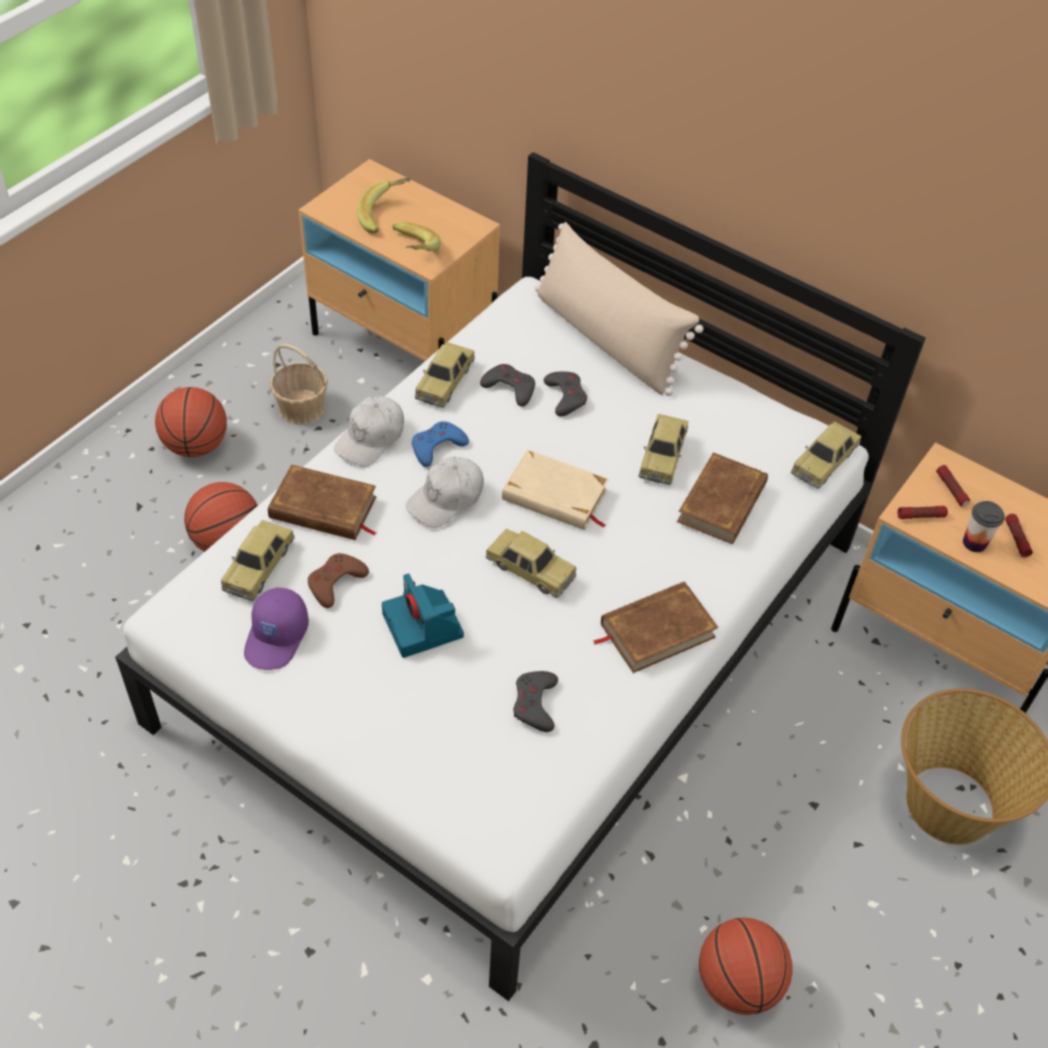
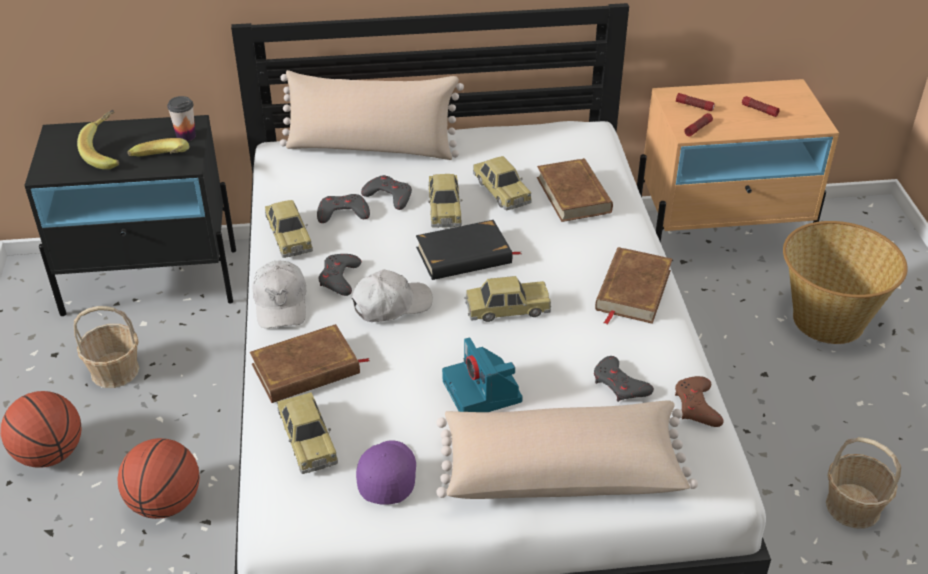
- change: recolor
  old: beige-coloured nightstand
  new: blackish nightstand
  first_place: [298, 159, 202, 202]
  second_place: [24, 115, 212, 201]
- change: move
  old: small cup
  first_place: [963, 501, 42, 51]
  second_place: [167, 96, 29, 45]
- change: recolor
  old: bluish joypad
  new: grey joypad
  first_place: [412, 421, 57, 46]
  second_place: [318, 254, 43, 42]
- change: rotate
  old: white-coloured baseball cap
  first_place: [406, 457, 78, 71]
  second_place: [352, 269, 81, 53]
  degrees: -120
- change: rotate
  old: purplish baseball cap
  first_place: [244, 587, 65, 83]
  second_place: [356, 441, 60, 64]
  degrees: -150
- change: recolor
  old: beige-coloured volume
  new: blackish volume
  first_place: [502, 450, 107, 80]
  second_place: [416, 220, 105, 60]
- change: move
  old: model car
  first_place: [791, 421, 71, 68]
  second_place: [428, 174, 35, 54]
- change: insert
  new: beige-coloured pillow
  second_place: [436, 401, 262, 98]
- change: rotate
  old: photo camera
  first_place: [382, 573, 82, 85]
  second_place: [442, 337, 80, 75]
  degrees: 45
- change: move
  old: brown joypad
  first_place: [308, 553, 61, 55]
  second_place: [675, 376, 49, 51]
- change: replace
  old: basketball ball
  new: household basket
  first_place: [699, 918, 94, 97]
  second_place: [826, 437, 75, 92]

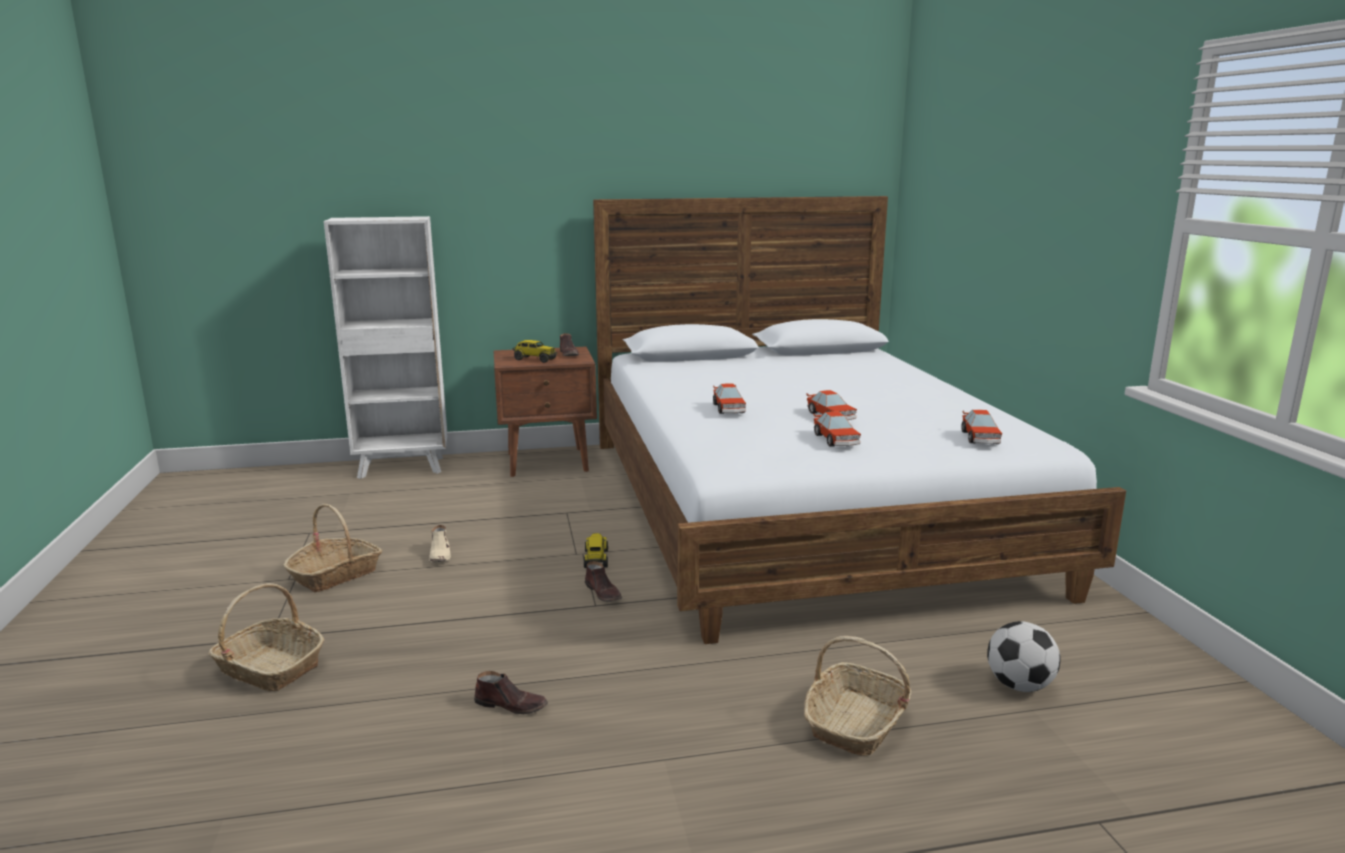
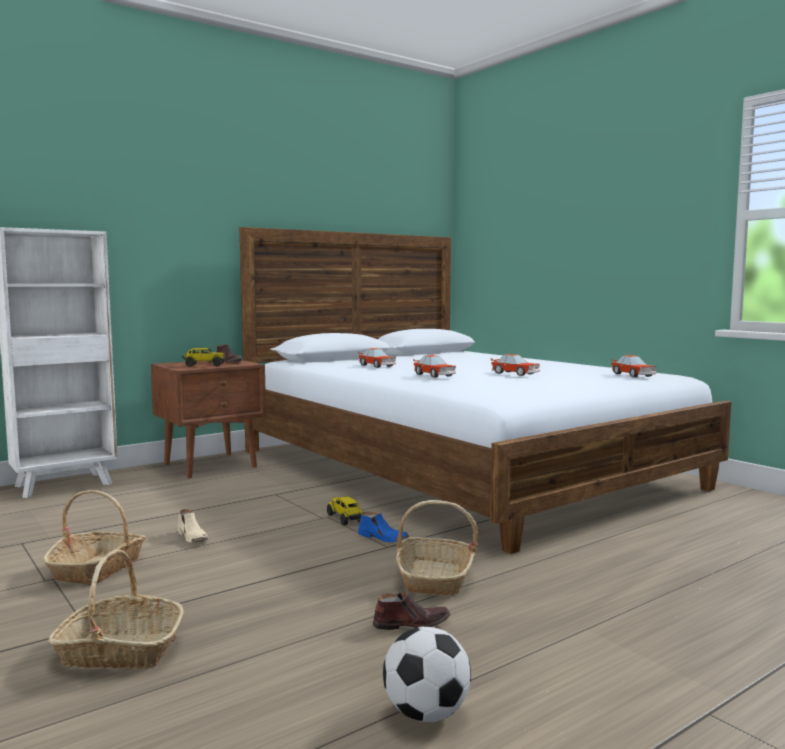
- change: move
  old: model car
  first_place: [813, 411, 48, 36]
  second_place: [358, 348, 38, 20]
- change: recolor
  old: brown low shoe
  new: bluish low shoe
  first_place: [585, 561, 37, 41]
  second_place: [358, 512, 51, 30]
- change: move
  old: ball for football
  first_place: [987, 621, 73, 71]
  second_place: [383, 627, 88, 95]
- change: move
  old: household basket
  first_place: [804, 636, 107, 120]
  second_place: [396, 500, 82, 95]

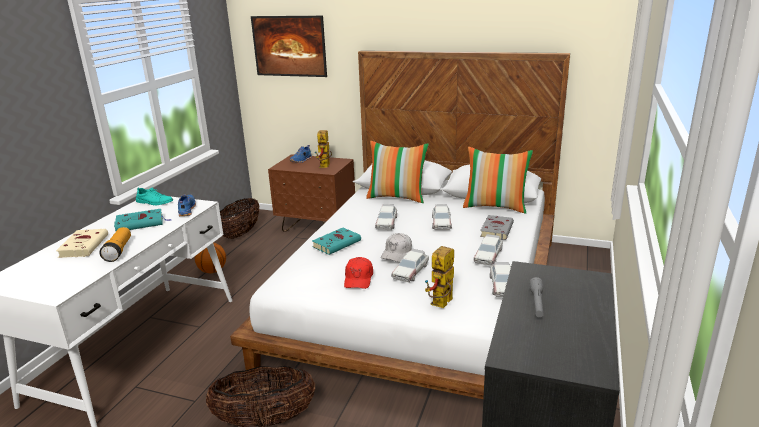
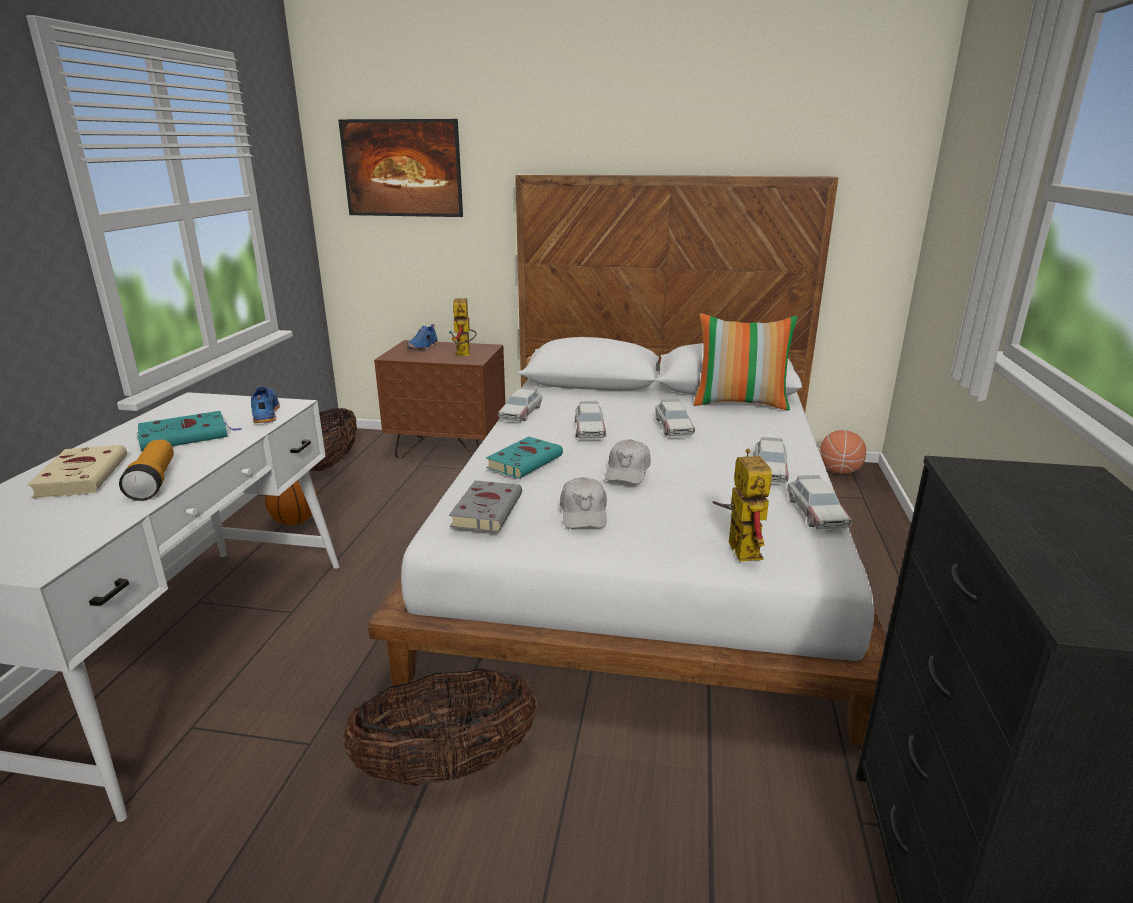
- change: move
  old: grey volume
  first_place: [480, 215, 34, 25]
  second_place: [449, 480, 73, 52]
- change: move
  old: model car
  first_place: [391, 249, 38, 34]
  second_place: [498, 387, 44, 35]
- change: recolor
  old: red-coloured baseball cap
  new: white-coloured baseball cap
  first_place: [344, 257, 29, 32]
  second_place: [560, 477, 47, 51]
- change: rotate
  old: toy robot
  first_place: [425, 246, 29, 62]
  second_place: [713, 449, 59, 112]
  degrees: 150
- change: insert
  new: basketball ball
  second_place: [820, 430, 46, 44]
- change: delete
  old: turquoise-coloured low shoe
  first_place: [136, 187, 37, 18]
- change: delete
  old: pillow
  first_place: [366, 141, 63, 62]
- change: delete
  old: grey torch
  first_place: [529, 277, 15, 40]

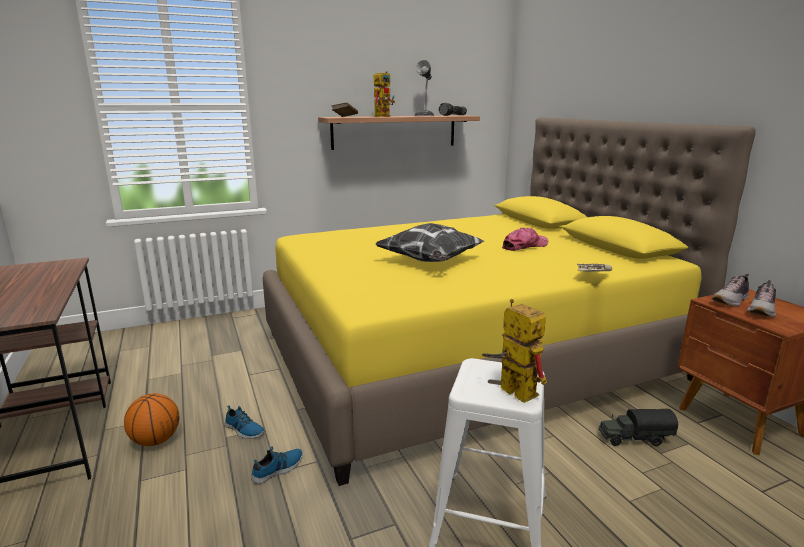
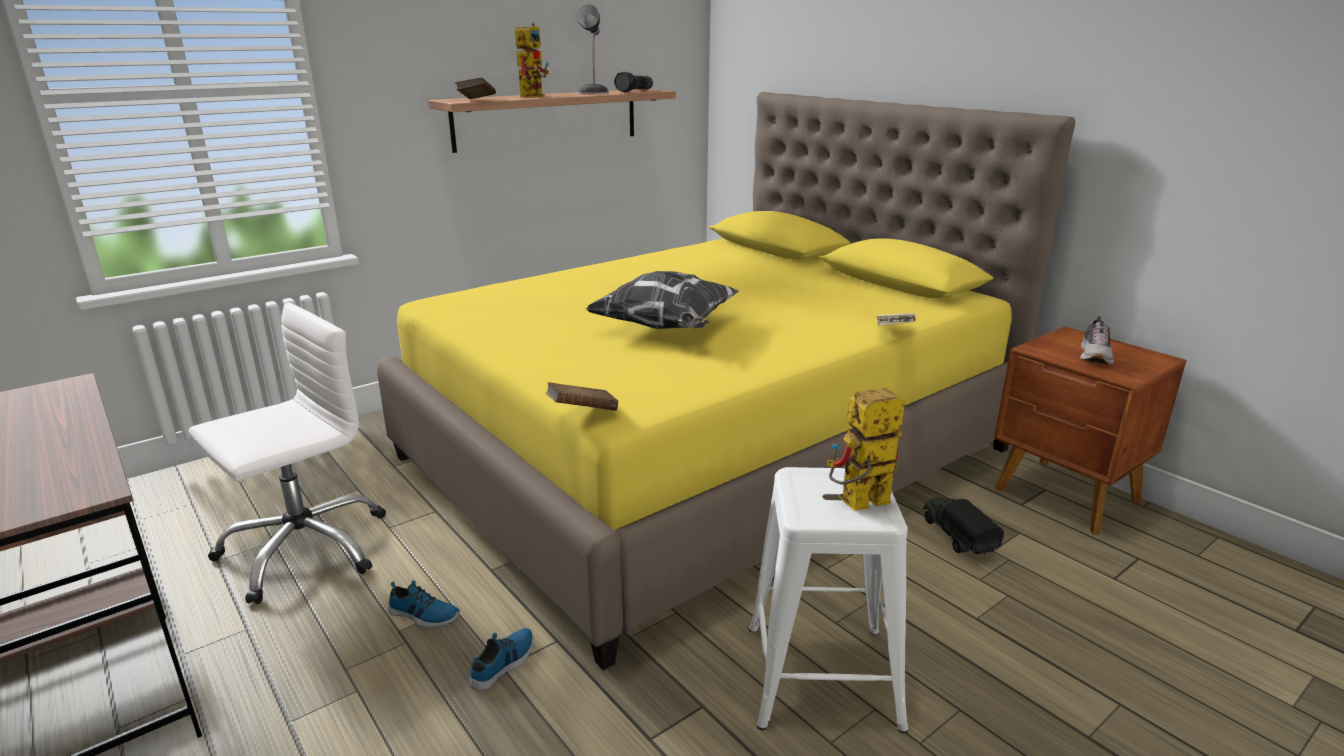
- change: insert
  new: white-coloured office chair
  second_place: [188, 302, 198, 302]
- change: insert
  new: brown volume
  second_place: [546, 382, 72, 29]
- change: rotate
  old: toy robot
  first_place: [482, 299, 65, 104]
  second_place: [827, 387, 78, 124]
  degrees: -60
- change: rotate
  old: toy lorry
  first_place: [599, 409, 79, 37]
  second_place: [923, 497, 81, 58]
  degrees: 90
- change: delete
  old: basketball ball
  first_place: [124, 393, 56, 53]
- change: delete
  old: baseball cap
  first_place: [502, 228, 46, 23]
- change: delete
  old: low shoe
  first_place: [712, 274, 37, 33]

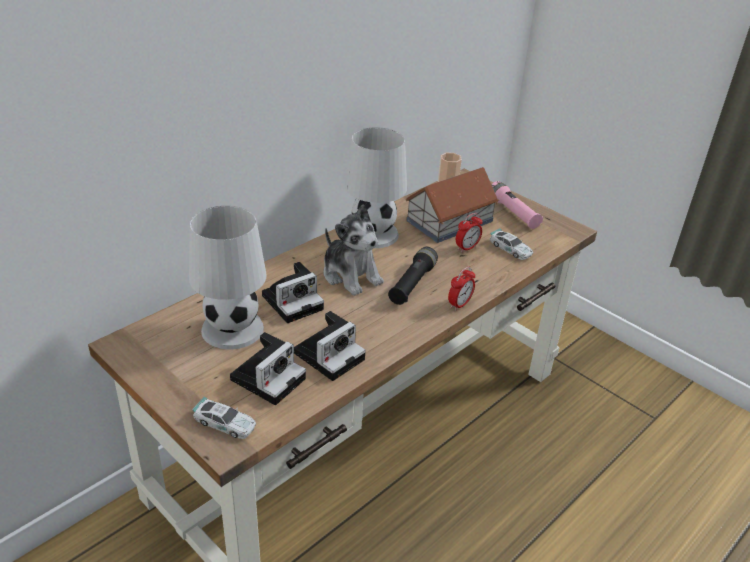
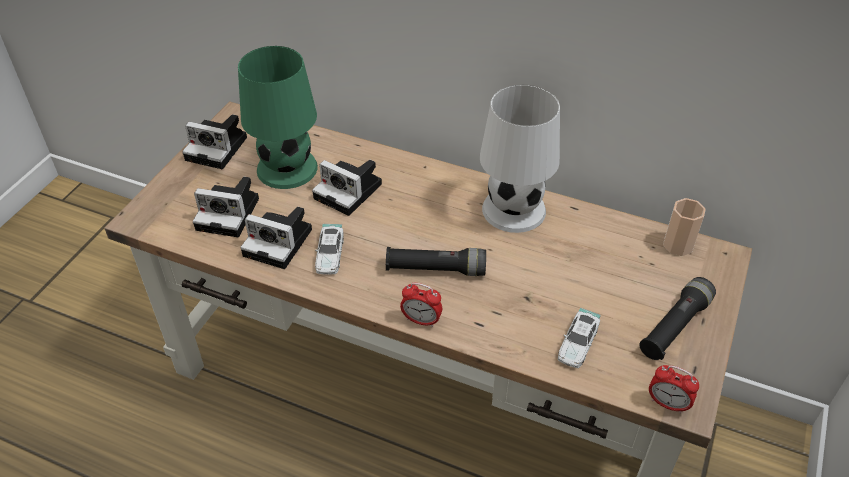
- change: insert
  new: photo camera
  second_place: [182, 114, 65, 55]
- change: recolor
  old: white-coloured lamp for a table
  new: green lamp for a table
  first_place: [189, 206, 78, 143]
  second_place: [238, 46, 80, 143]
- change: move
  old: model car
  first_place: [192, 397, 64, 42]
  second_place: [315, 224, 29, 51]
- change: recolor
  old: pink torch
  new: blackish torch
  first_place: [491, 181, 52, 48]
  second_place: [639, 277, 77, 83]
- change: move
  old: bedside clock
  first_place: [456, 213, 27, 39]
  second_place: [649, 365, 50, 48]
- change: delete
  old: cuddly toy
  first_place: [324, 205, 60, 91]
- change: delete
  old: toy house
  first_place: [405, 167, 94, 76]

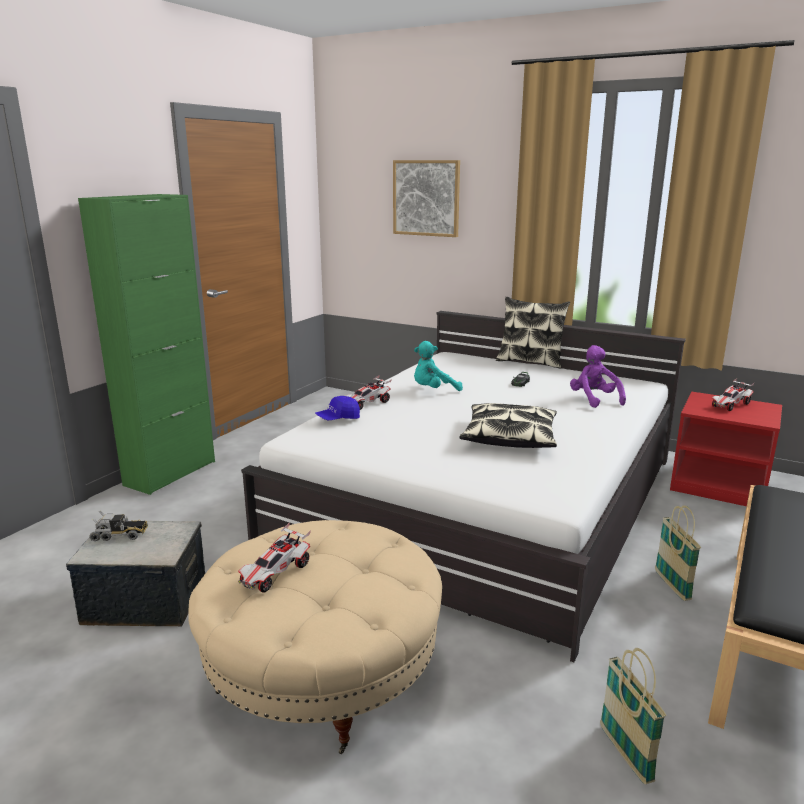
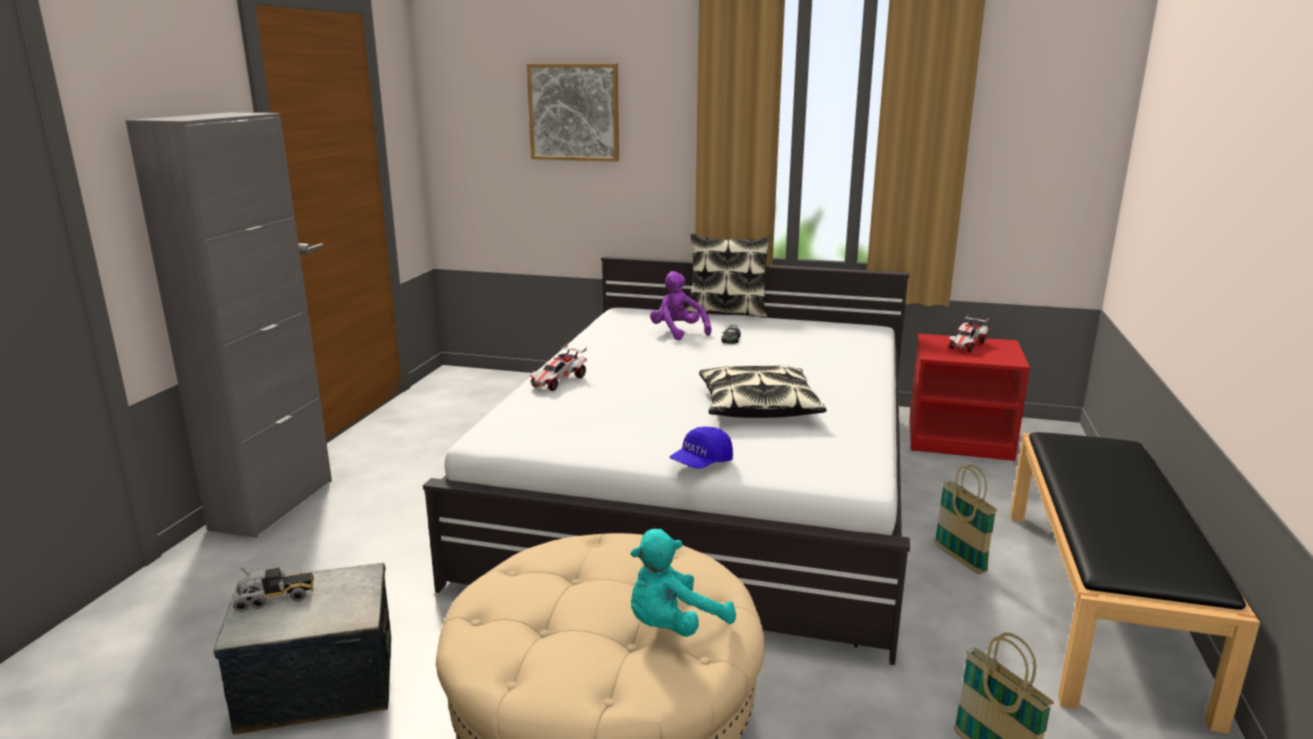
- change: recolor
  old: green cabinet
  new: grey cabinet
  first_place: [78, 194, 137, 301]
  second_place: [125, 112, 207, 426]
- change: move
  old: turquoise-coloured cuddly toy
  first_place: [414, 341, 49, 50]
  second_place: [630, 529, 106, 108]
- change: move
  old: purplish cuddly toy
  first_place: [570, 345, 56, 63]
  second_place: [650, 271, 61, 69]
- change: move
  old: bluish baseball cap
  first_place: [315, 396, 45, 24]
  second_place: [669, 427, 64, 42]
- change: delete
  old: model car
  first_place: [238, 523, 73, 69]

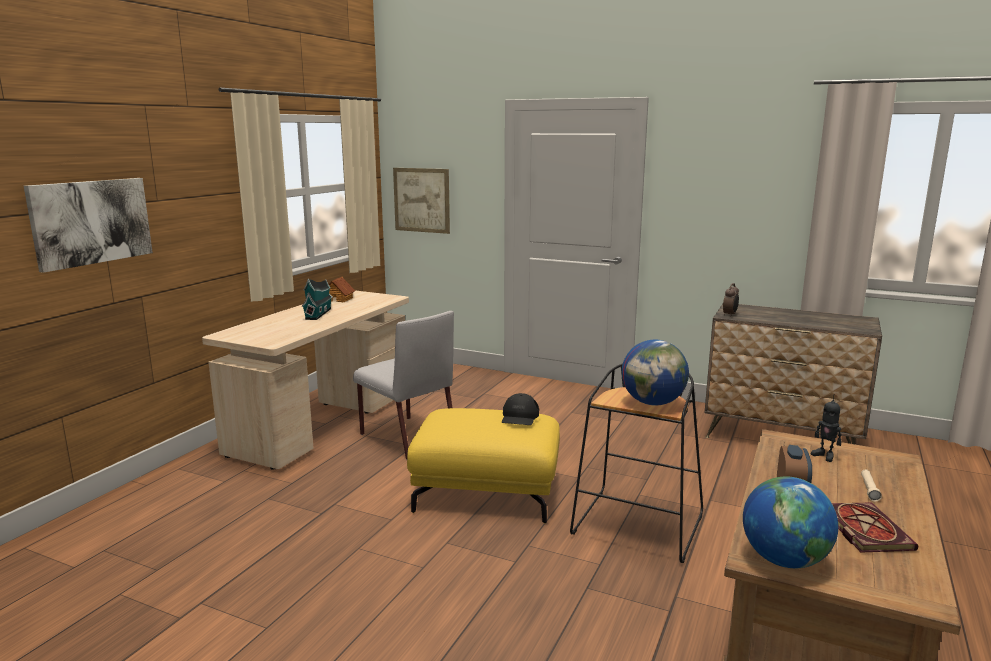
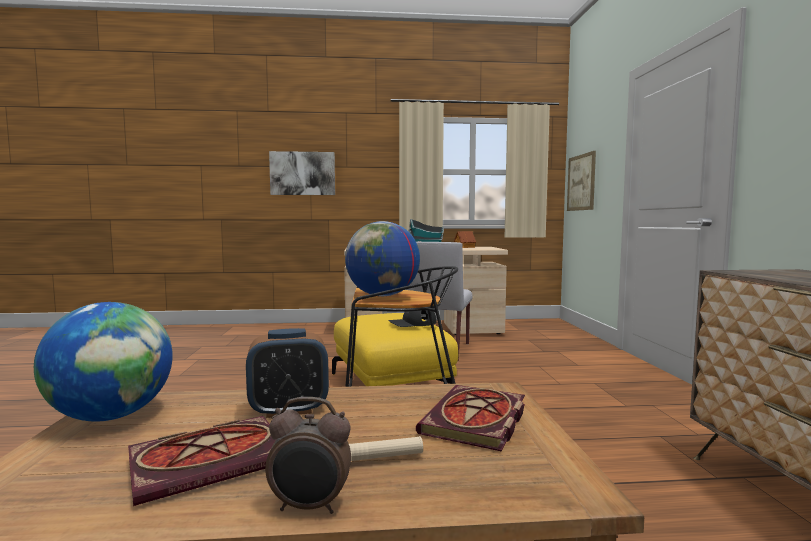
- change: move
  old: bedside clock
  first_place: [723, 283, 16, 34]
  second_place: [265, 397, 86, 117]
- change: replace
  old: toy robot
  new: volume
  first_place: [811, 394, 31, 68]
  second_place: [416, 385, 109, 67]

